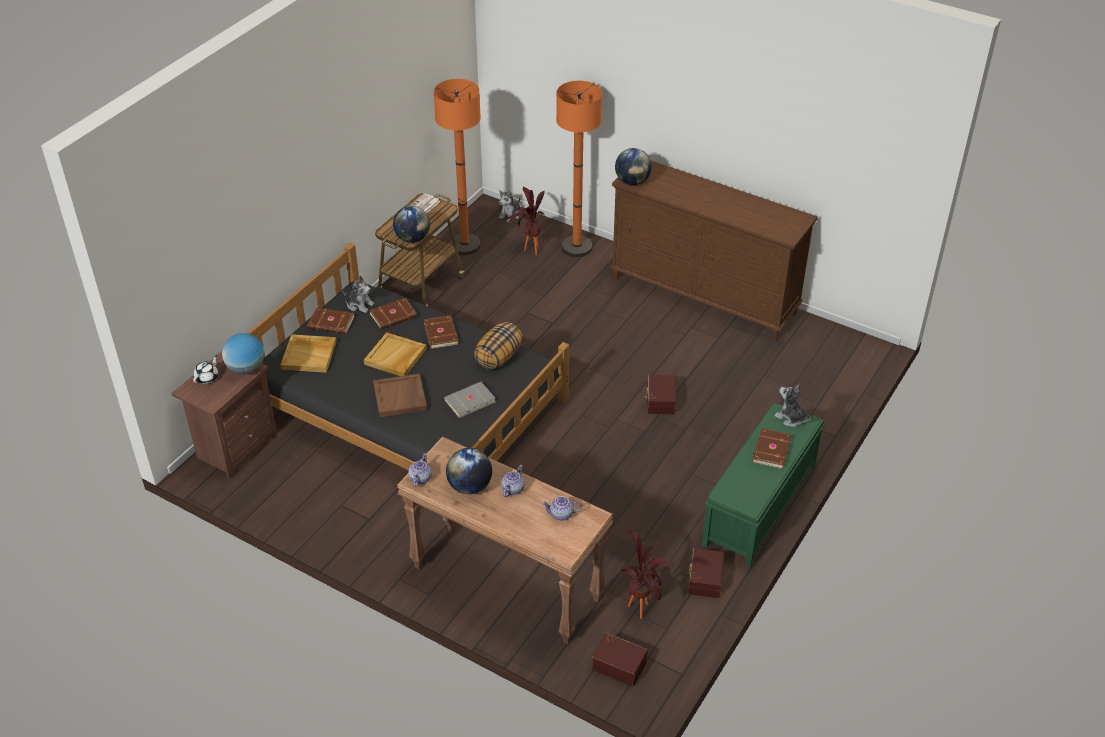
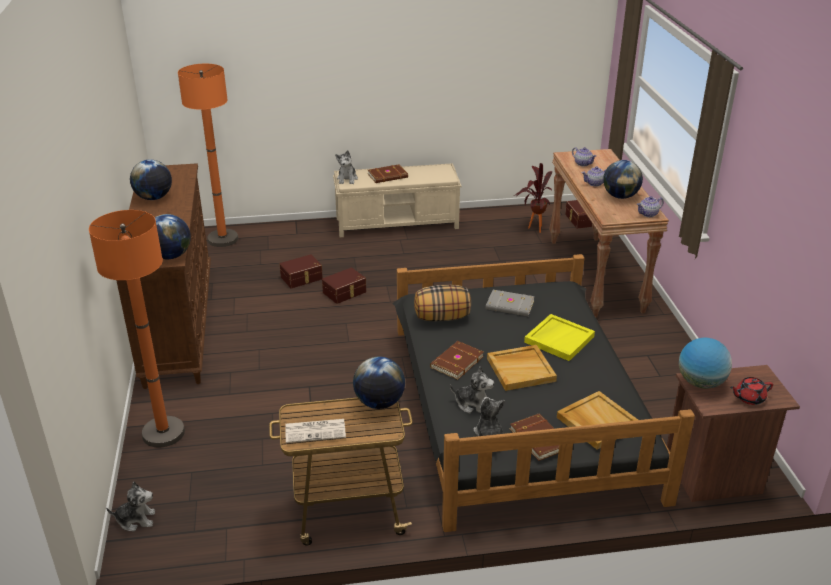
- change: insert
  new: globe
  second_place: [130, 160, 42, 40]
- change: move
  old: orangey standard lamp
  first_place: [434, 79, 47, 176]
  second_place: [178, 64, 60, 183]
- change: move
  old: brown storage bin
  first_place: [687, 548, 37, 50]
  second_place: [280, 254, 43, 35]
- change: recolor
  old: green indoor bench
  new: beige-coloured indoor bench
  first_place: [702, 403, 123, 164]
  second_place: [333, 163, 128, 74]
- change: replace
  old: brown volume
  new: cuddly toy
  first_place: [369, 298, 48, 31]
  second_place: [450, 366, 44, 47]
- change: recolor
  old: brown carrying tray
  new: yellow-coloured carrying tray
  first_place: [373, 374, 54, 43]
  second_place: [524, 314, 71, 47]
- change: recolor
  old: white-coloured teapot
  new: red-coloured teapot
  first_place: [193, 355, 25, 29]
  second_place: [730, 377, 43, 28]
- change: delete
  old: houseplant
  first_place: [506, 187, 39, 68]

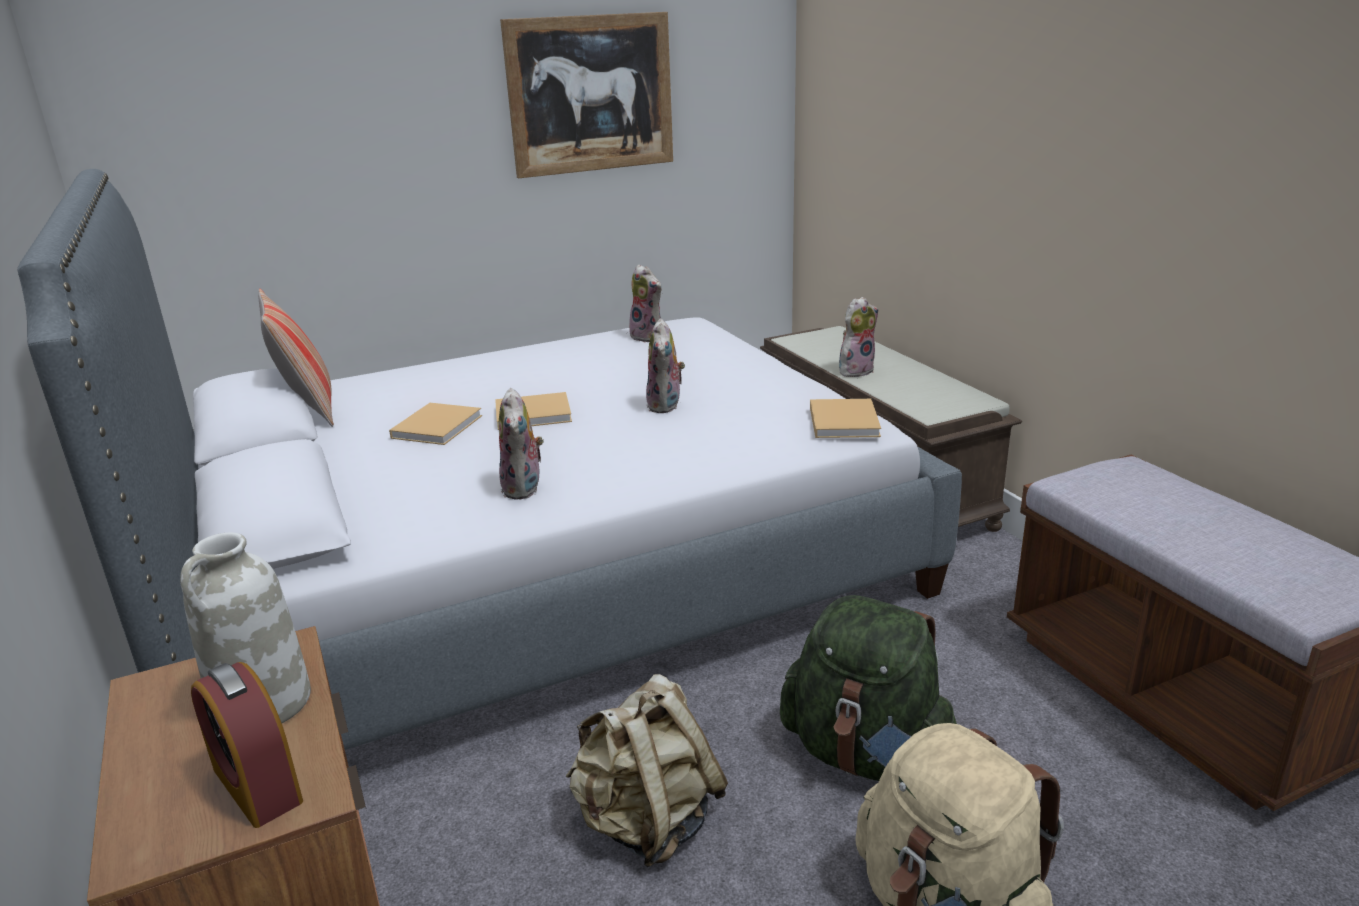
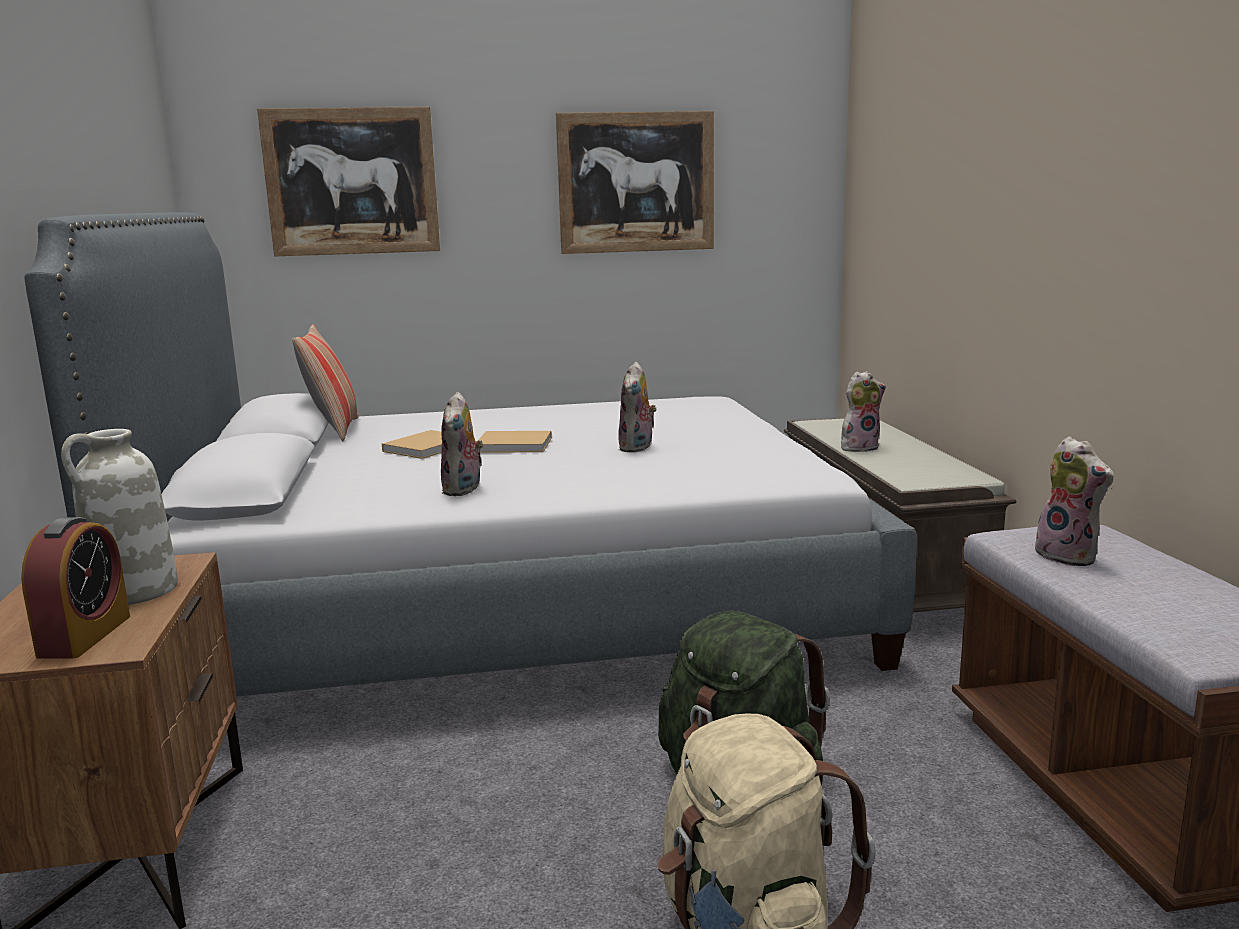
- change: rotate
  old: bedside clock
  first_place: [191, 662, 112, 166]
  second_place: [21, 517, 109, 142]
  degrees: -150
- change: insert
  new: picture
  second_place: [257, 107, 183, 150]
- change: move
  old: cuddly toy
  first_place: [629, 264, 33, 78]
  second_place: [1034, 436, 80, 130]
- change: delete
  old: beige-coloured rucksack
  first_place: [565, 674, 163, 193]
- change: delete
  old: beige-coloured volume
  first_place: [810, 399, 71, 39]

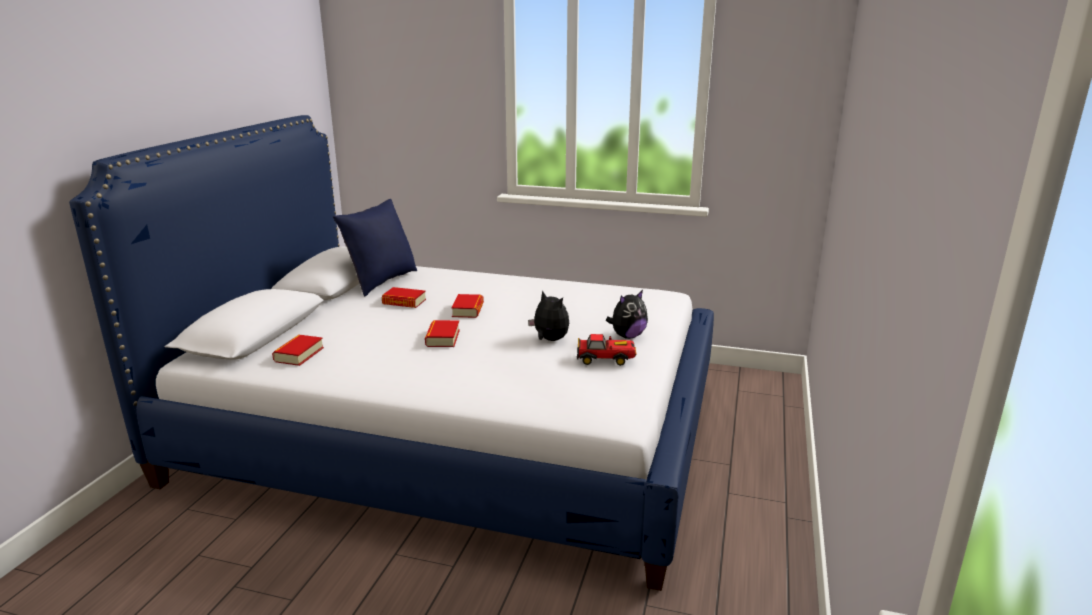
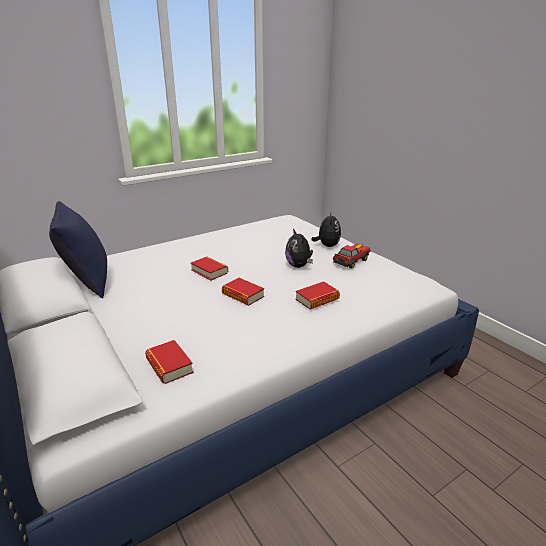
- change: rotate
  old: cuddly toy
  first_place: [528, 290, 41, 51]
  second_place: [285, 228, 28, 40]
  degrees: -105
- change: move
  old: volume
  first_place: [382, 287, 44, 21]
  second_place: [295, 281, 45, 28]

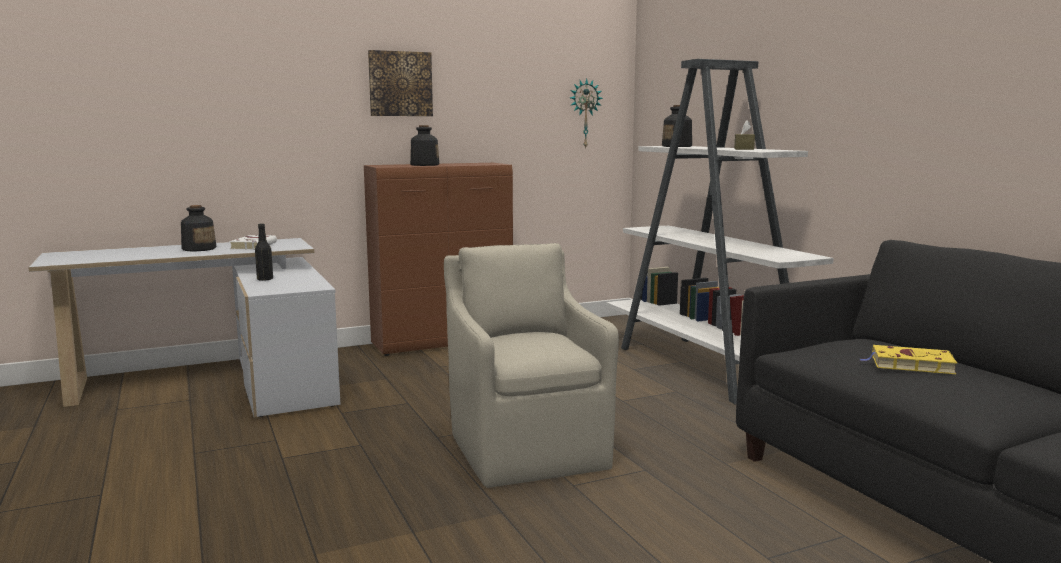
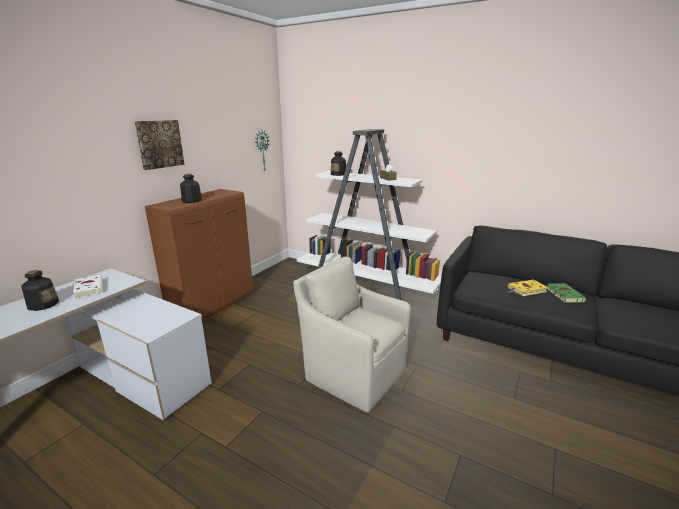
- change: insert
  new: green volume
  second_place: [547, 283, 39, 20]
- change: delete
  old: blackish beverage bottle
  first_place: [255, 224, 18, 57]

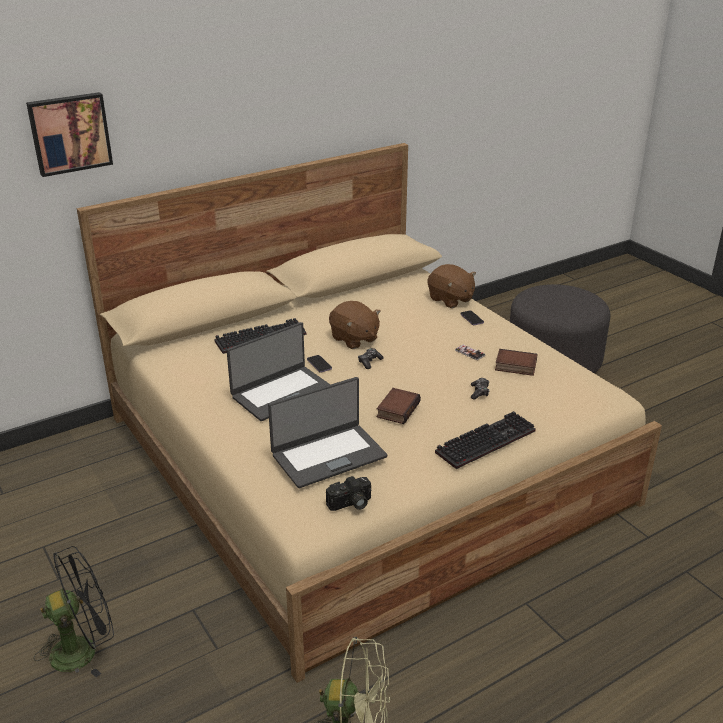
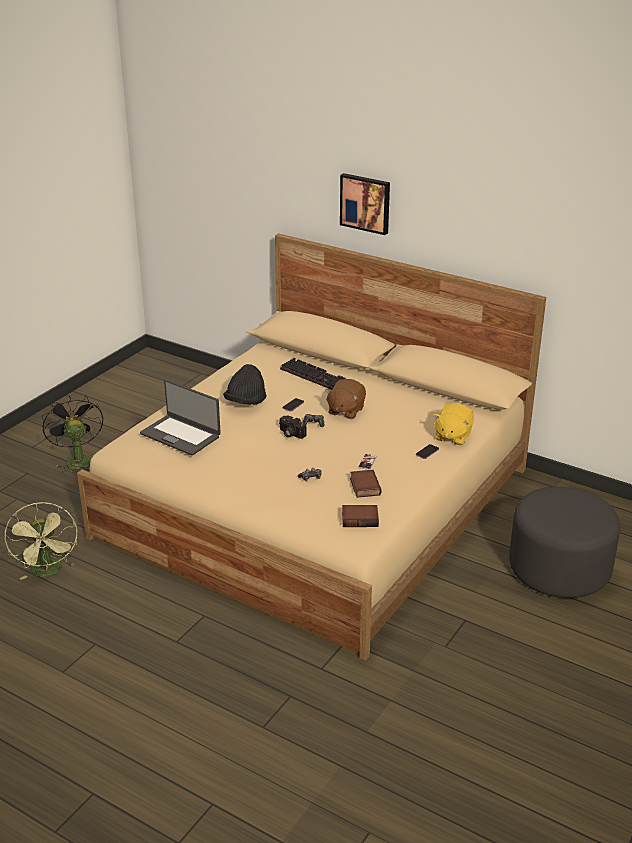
- change: rotate
  old: blackish cooling fan
  first_place: [34, 546, 80, 131]
  second_place: [42, 395, 61, 81]
  degrees: -150
- change: replace
  old: portable computer
  new: blackish clothing hat
  first_place: [227, 322, 103, 99]
  second_place: [223, 364, 43, 41]
- change: move
  old: photo camera
  first_place: [326, 476, 45, 35]
  second_place: [279, 415, 27, 24]
- change: move
  old: picture
  first_place: [26, 92, 87, 85]
  second_place: [340, 173, 50, 62]
- change: move
  old: volume
  first_place: [376, 388, 45, 36]
  second_place: [342, 505, 37, 22]
- change: recolor
  old: brown cuddly toy
  new: yellow-coloured cuddly toy
  first_place: [428, 264, 48, 44]
  second_place: [433, 403, 41, 42]
- change: delete
  old: PC keyboard
  first_place: [435, 411, 101, 58]

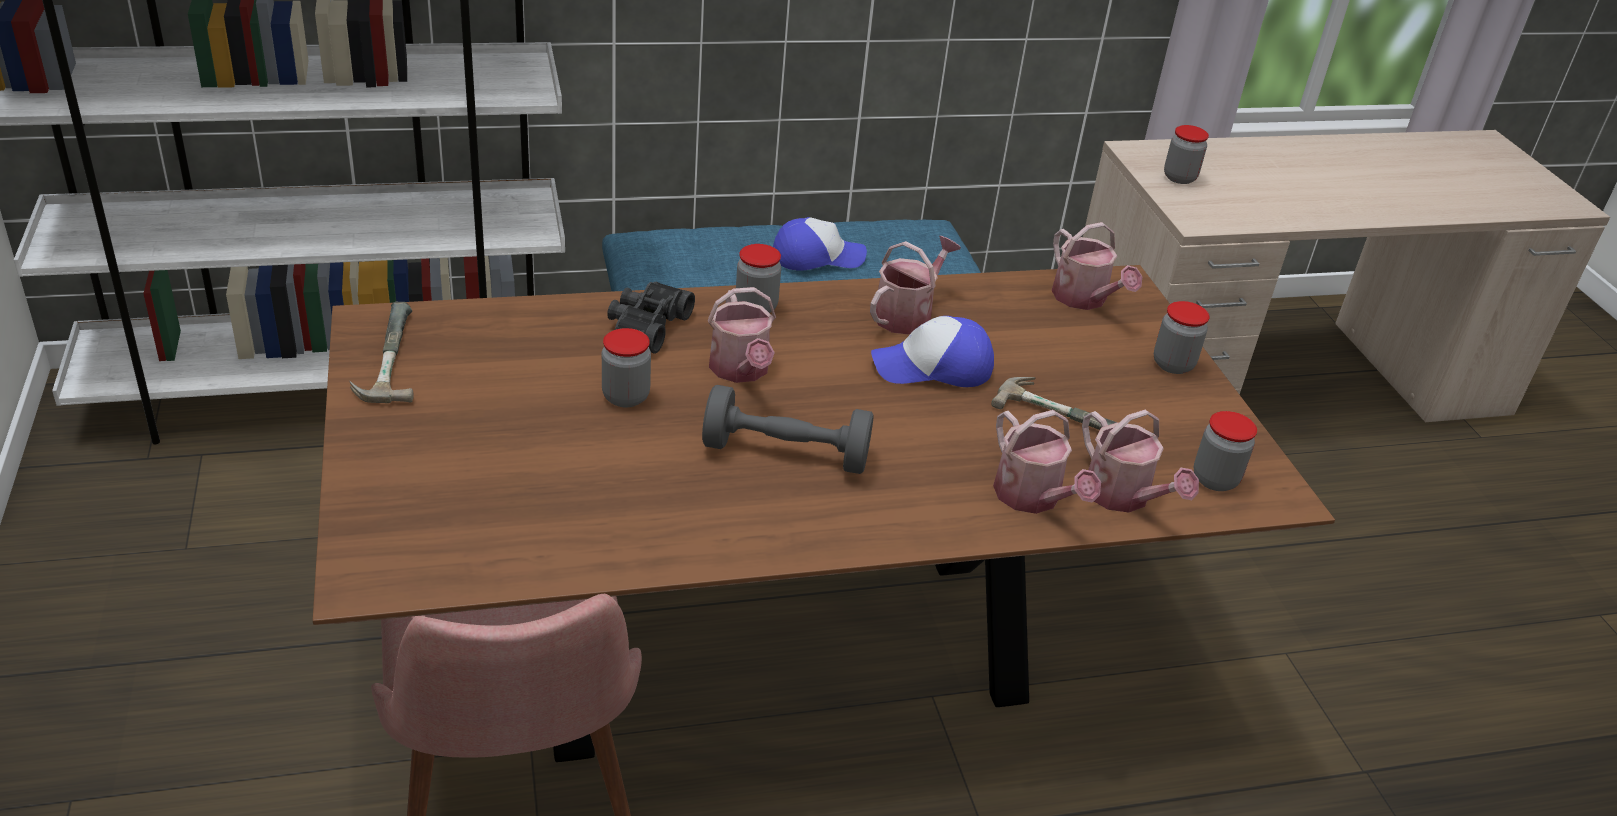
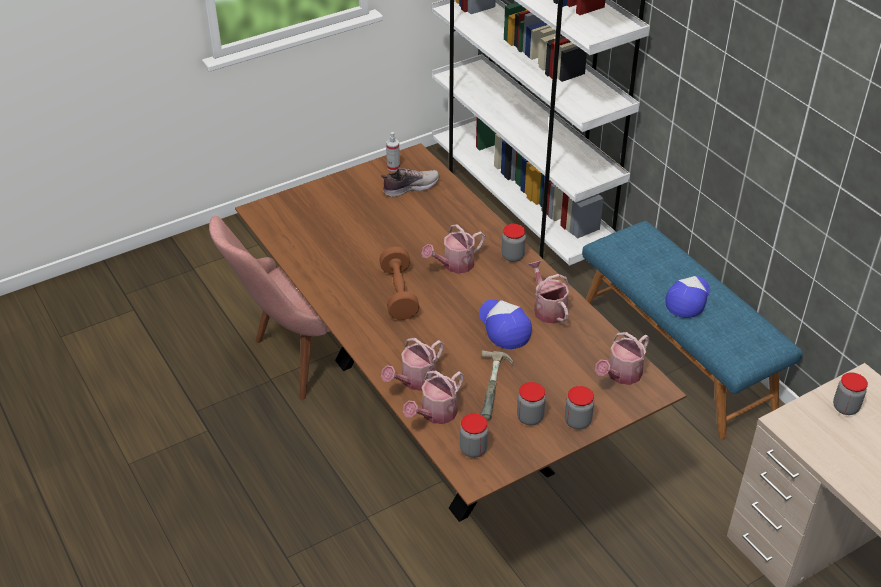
- change: recolor
  old: grey free weight
  new: brown free weight
  first_place: [702, 385, 172, 89]
  second_place: [379, 247, 40, 73]
- change: insert
  new: low shoe
  second_place: [381, 168, 58, 29]
- change: replace
  old: hand hammer
  new: hand sprayer
  first_place: [349, 302, 65, 101]
  second_place: [386, 132, 14, 39]
- change: move
  old: jar
  first_place: [602, 328, 49, 79]
  second_place: [517, 382, 29, 43]
- change: rotate
  old: watering can
  first_place: [870, 236, 91, 99]
  second_place: [528, 260, 41, 64]
  degrees: -135
- change: rotate
  old: baseball cap
  first_place: [773, 217, 94, 54]
  second_place: [665, 276, 45, 42]
  degrees: -120
- change: delete
  old: blackish pair of binoculars
  first_place: [607, 282, 88, 72]

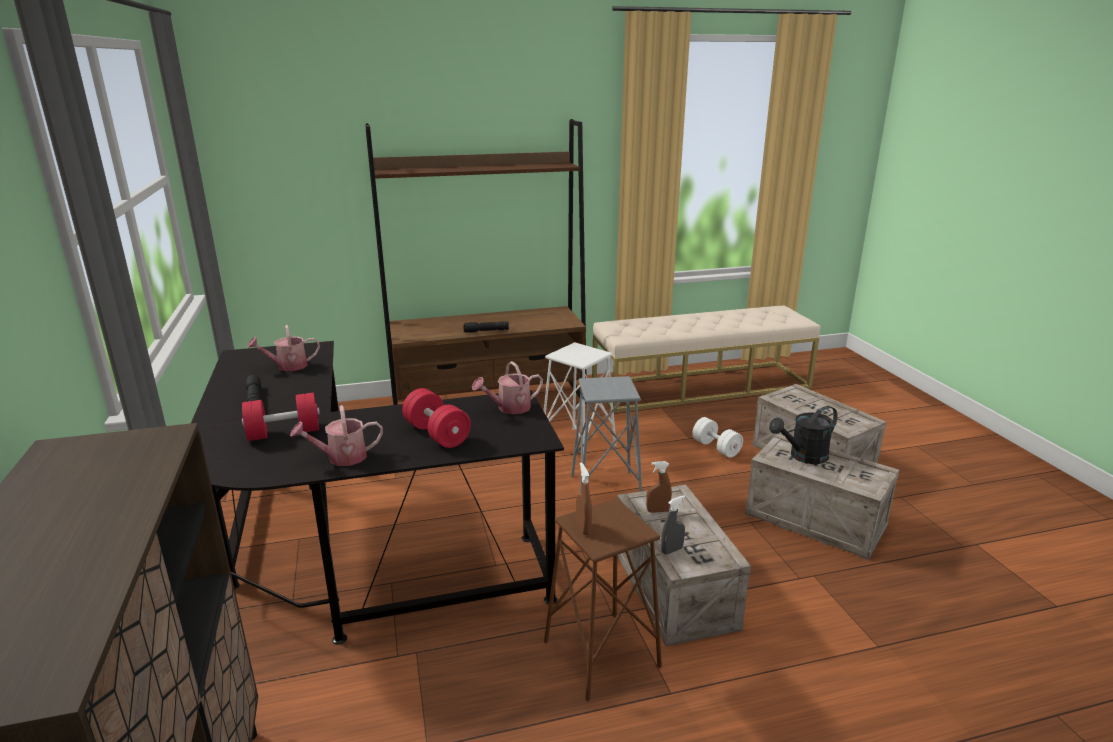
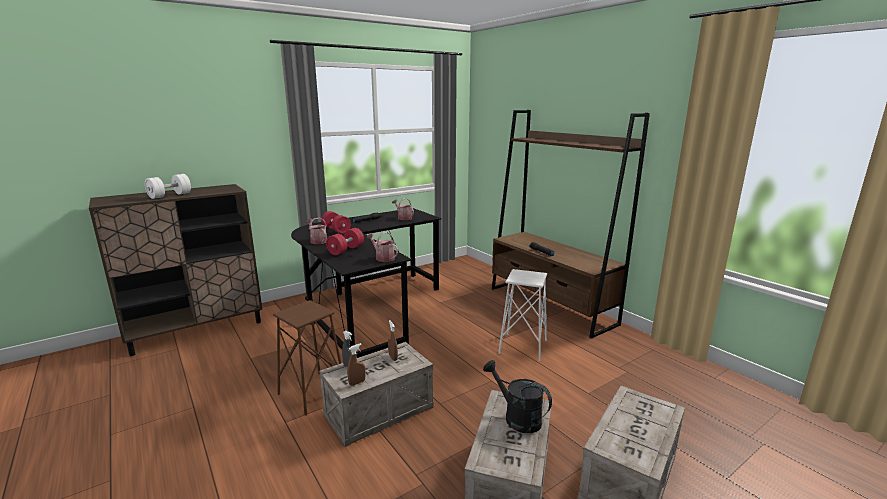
- change: move
  old: white-coloured free weight
  first_place: [692, 417, 51, 41]
  second_place: [145, 174, 46, 25]
- change: move
  old: brown hand sprayer
  first_place: [576, 462, 16, 73]
  second_place: [347, 343, 19, 43]
- change: delete
  old: grey stool
  first_place: [571, 376, 71, 117]
- change: delete
  old: beige-coloured indoor bench
  first_place: [592, 305, 229, 107]

